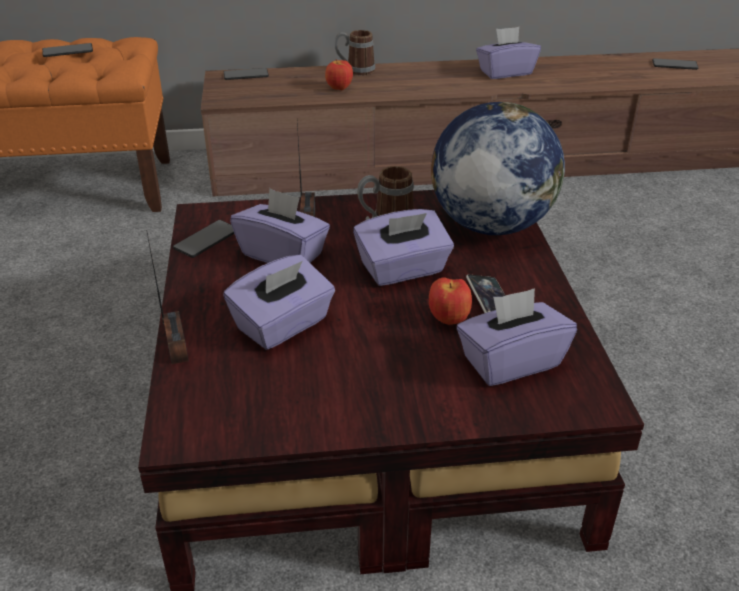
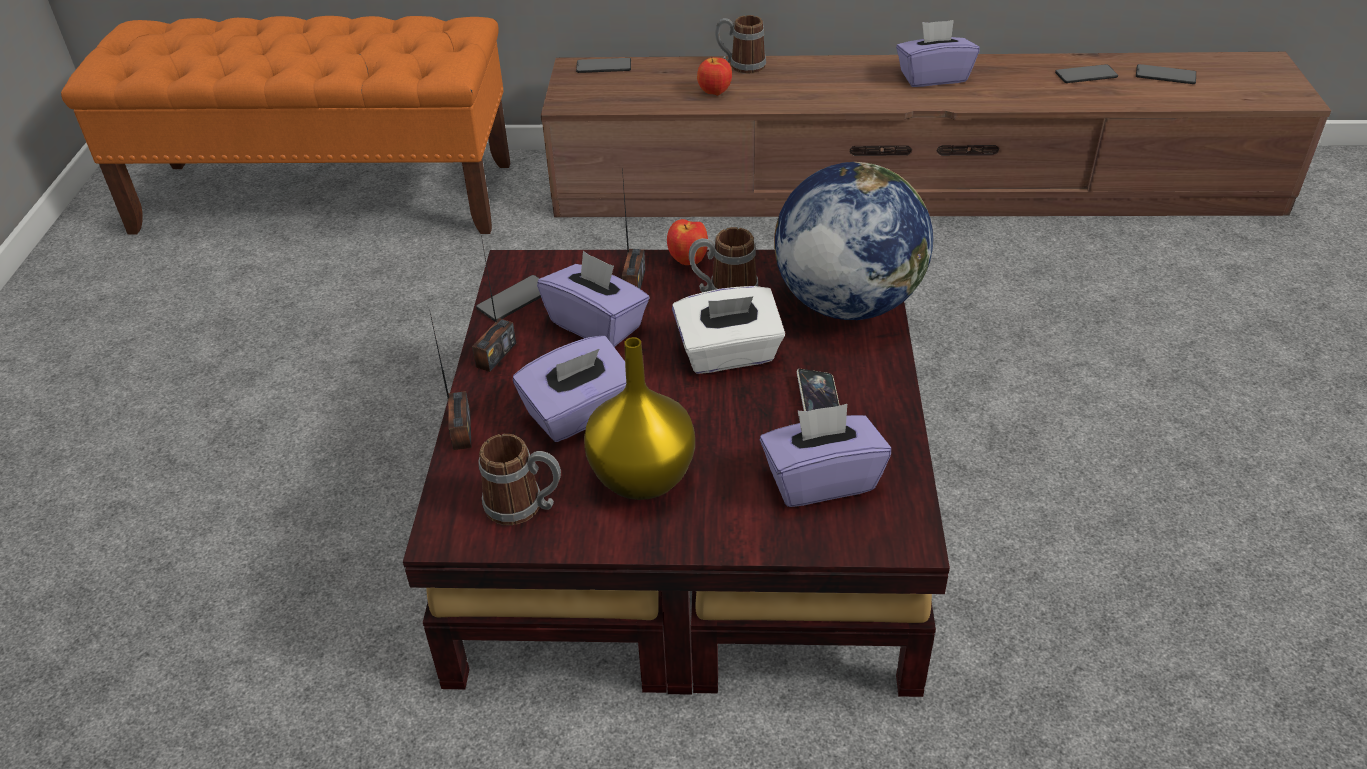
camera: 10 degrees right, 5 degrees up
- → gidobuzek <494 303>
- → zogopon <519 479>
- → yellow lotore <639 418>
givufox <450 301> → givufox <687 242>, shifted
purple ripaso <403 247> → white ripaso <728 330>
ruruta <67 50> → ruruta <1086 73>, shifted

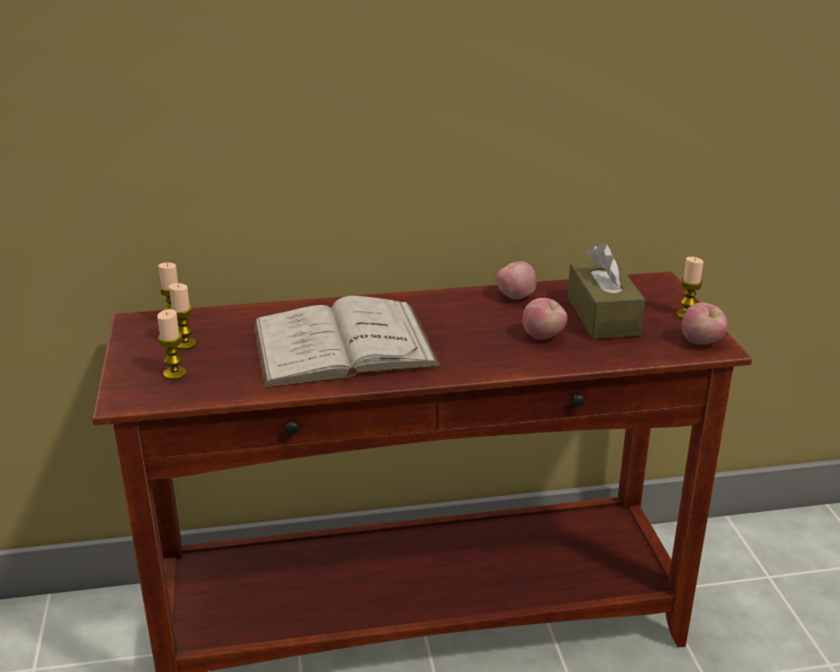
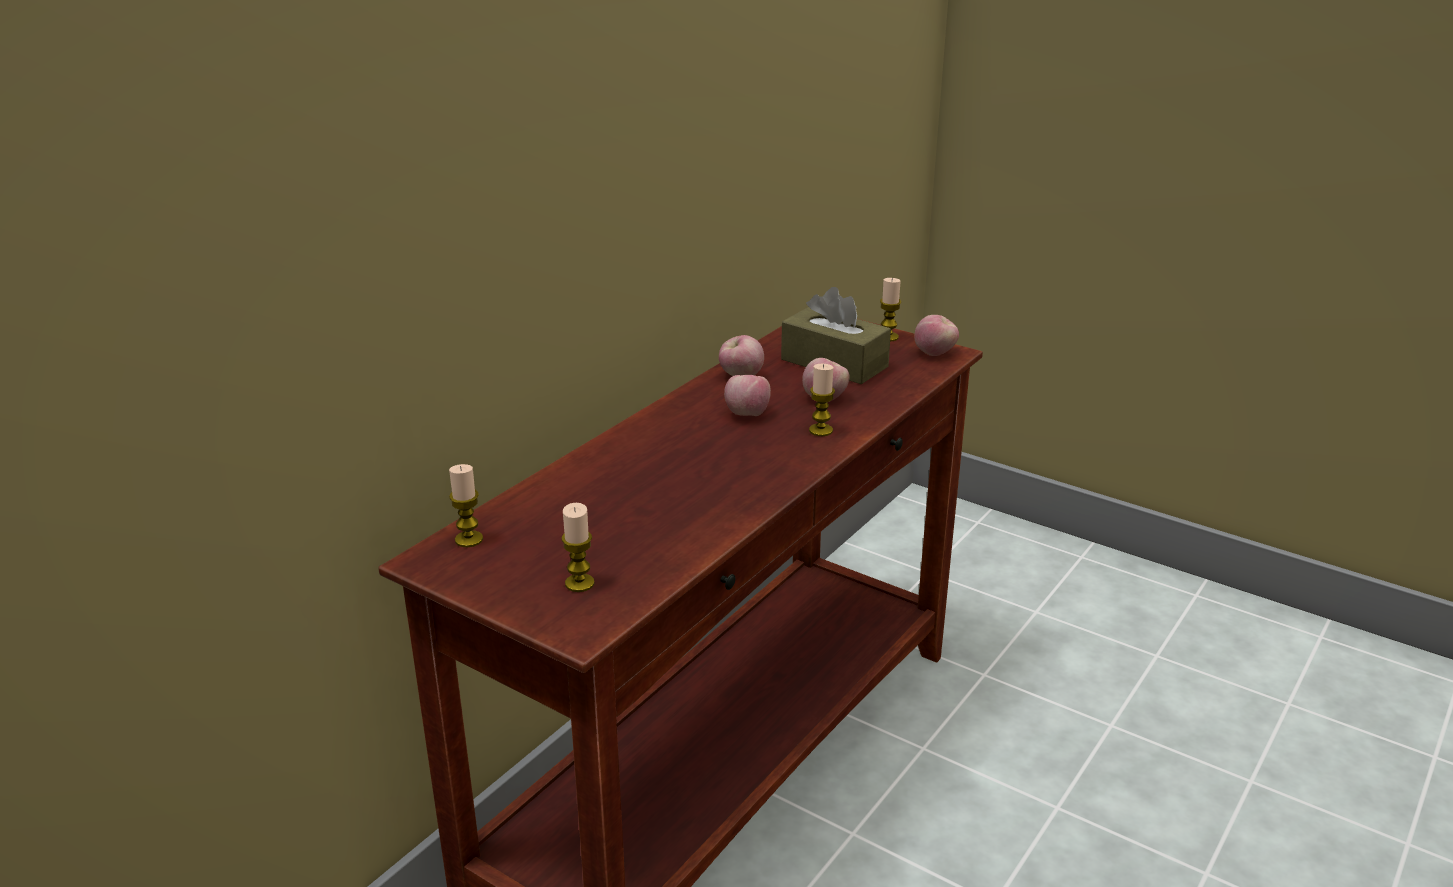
camera: 45 degrees left, 0 degrees up
- → givufox <747 395>
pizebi <182 316> → pizebi <822 400>, shifted
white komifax <347 342> → -

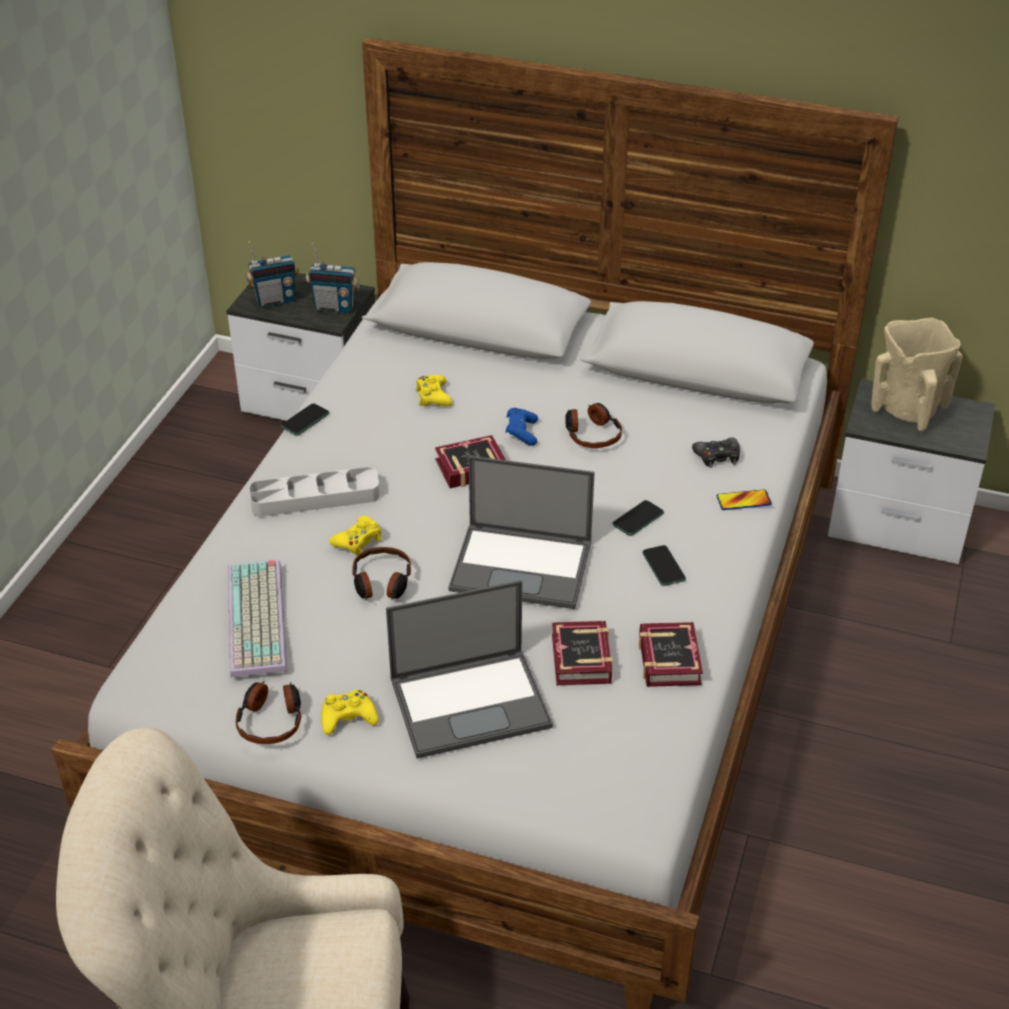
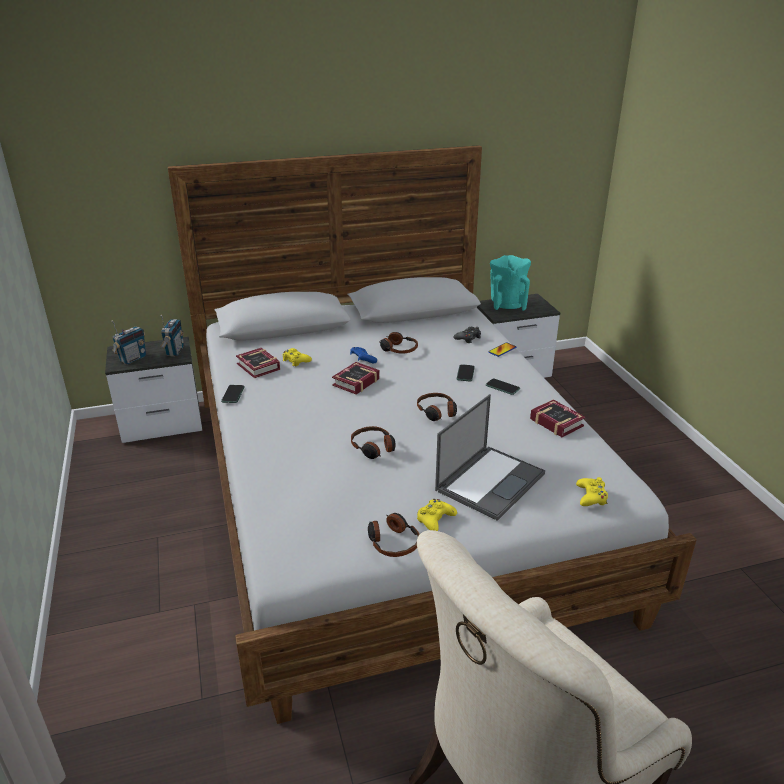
camera: 35 degrees left, 10 degrees down
gidobuzek <332 278> → gidobuzek <172 335>, 60 degrees counterclockwise
komifax <582 653> → komifax <258 363>, shifted
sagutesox <522 532> → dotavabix <437 407>
beige lotore <917 375> → turquoise lotore <510 283>
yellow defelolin <355 535> → yellow defelolin <592 491>, shifted
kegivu <257 618> → -
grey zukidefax <314 492> → -

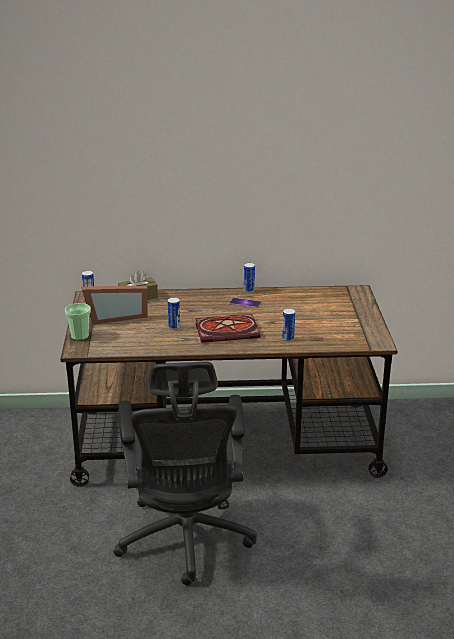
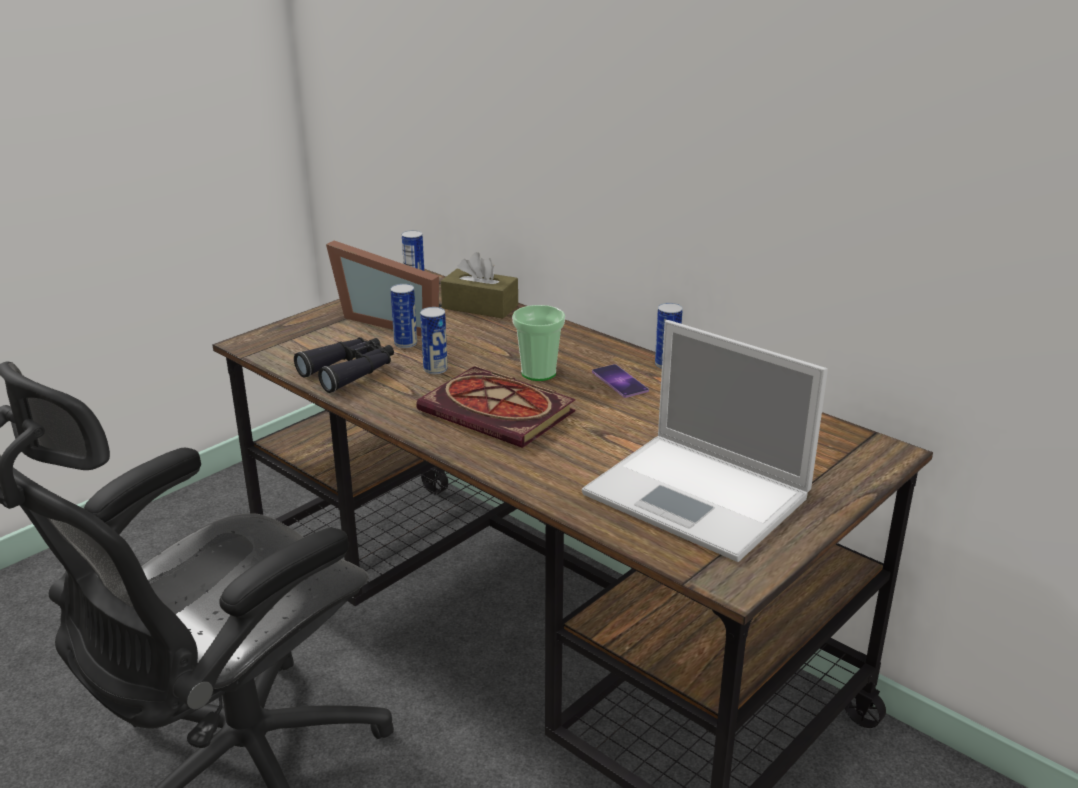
camera: 45 degrees right, 0 degrees up
- → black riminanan <344 365>
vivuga <288 325> → vivuga <403 316>, shifted
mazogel <78 322> → mazogel <538 343>, shifted
- → sagutesox <705 441>

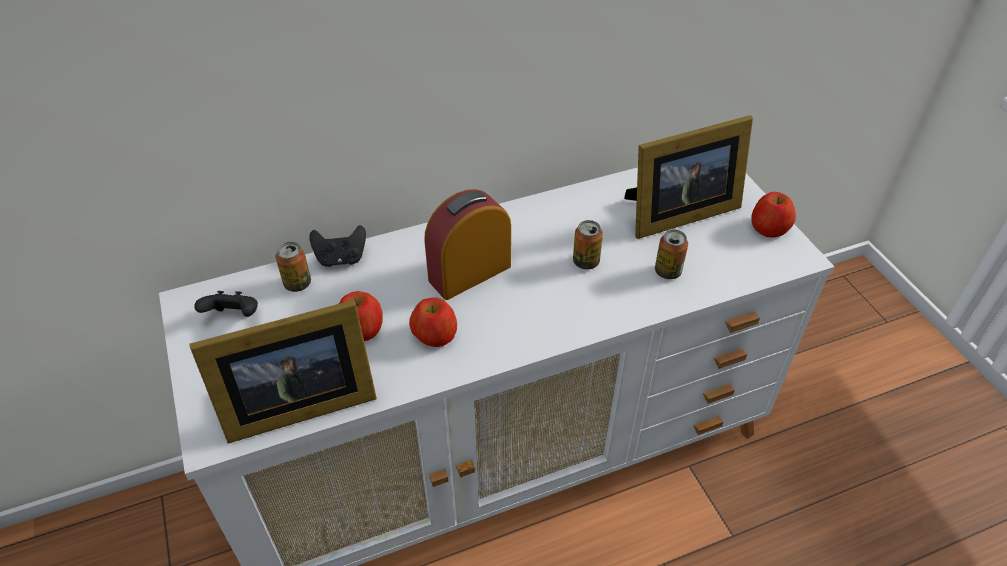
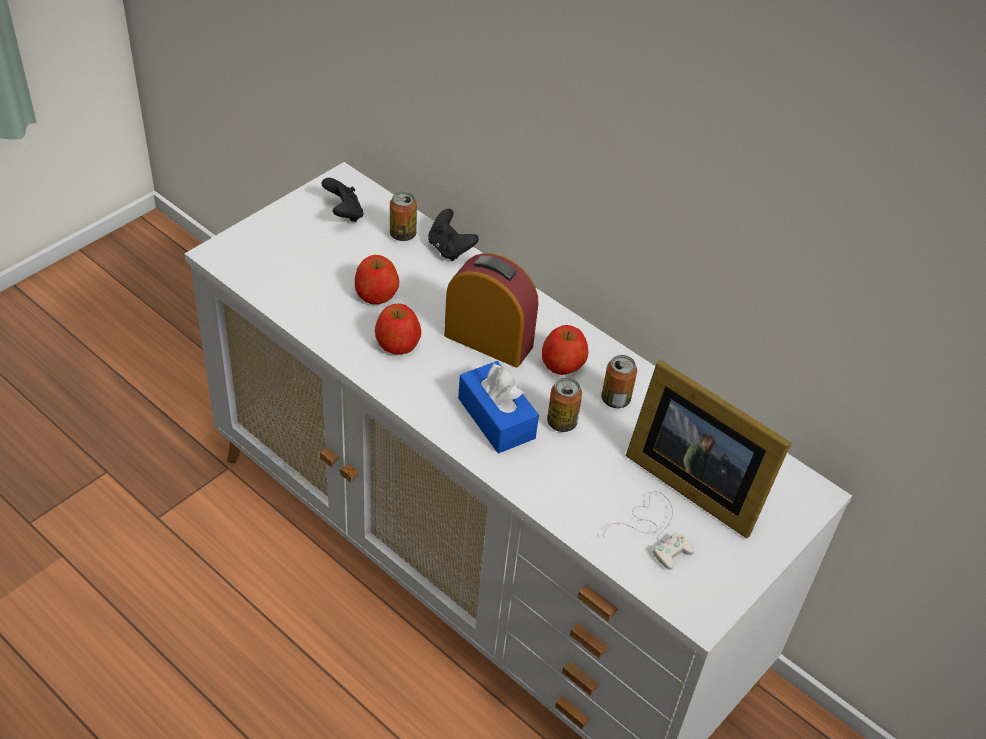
camera: 60 degrees right, 0 degrees up
- → blue ripaso <498 407>
givufox <773 215> → givufox <565 350>, shifted
vivuga <671 254> → vivuga <619 381>, shifted
- → white defelolin <649 530>
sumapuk <283 372> → -

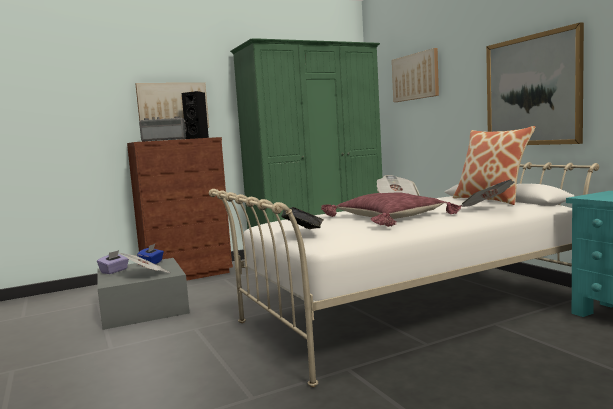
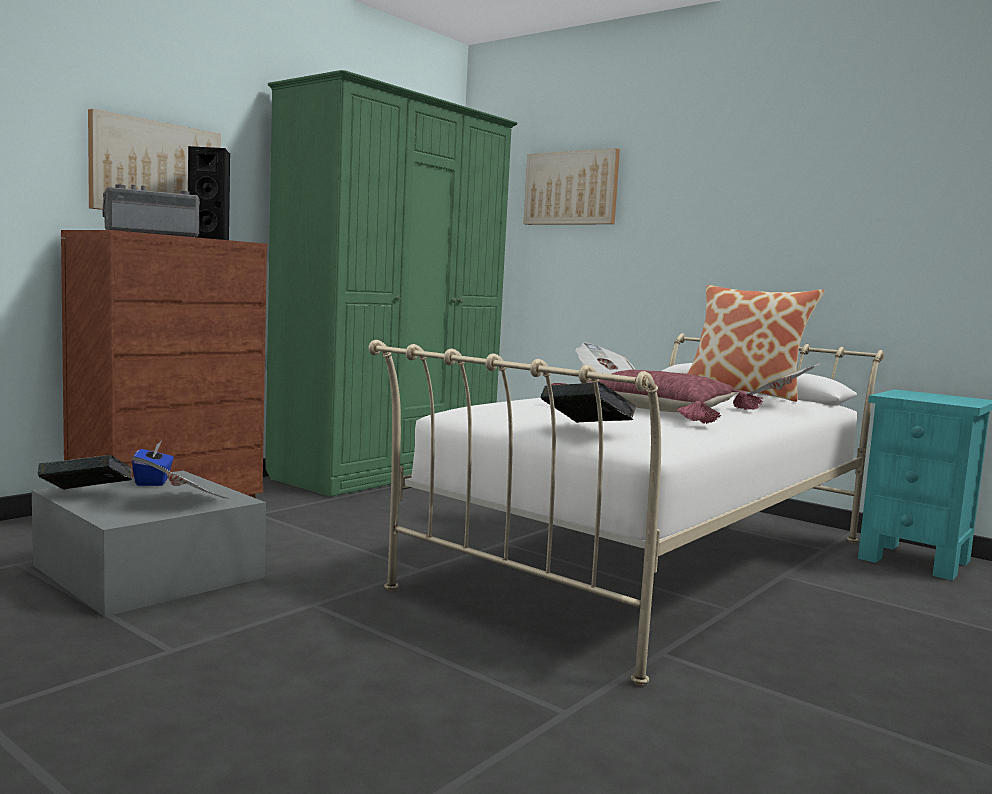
camera: 25 degrees left, 0 degrees up
purple ripaso <113 262> → komifax <85 472>
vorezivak <535 83> → -

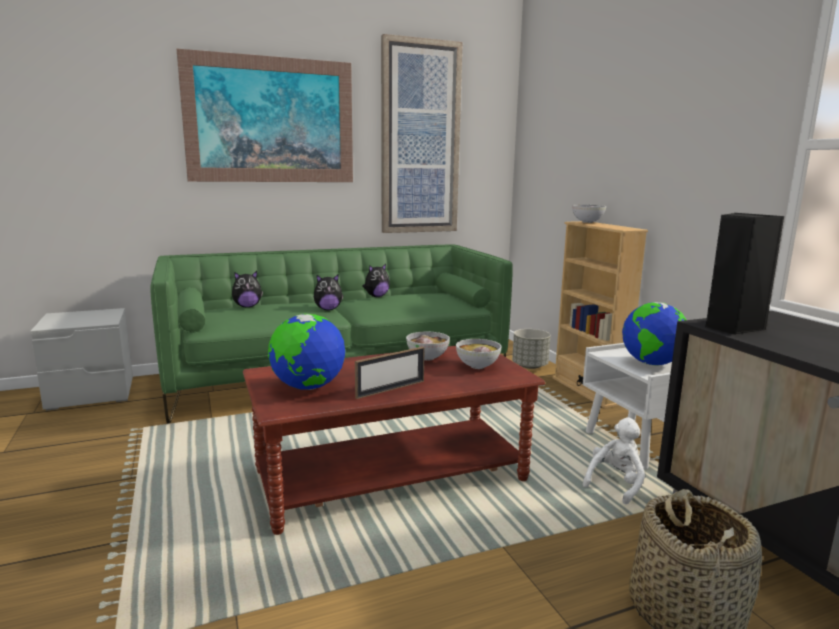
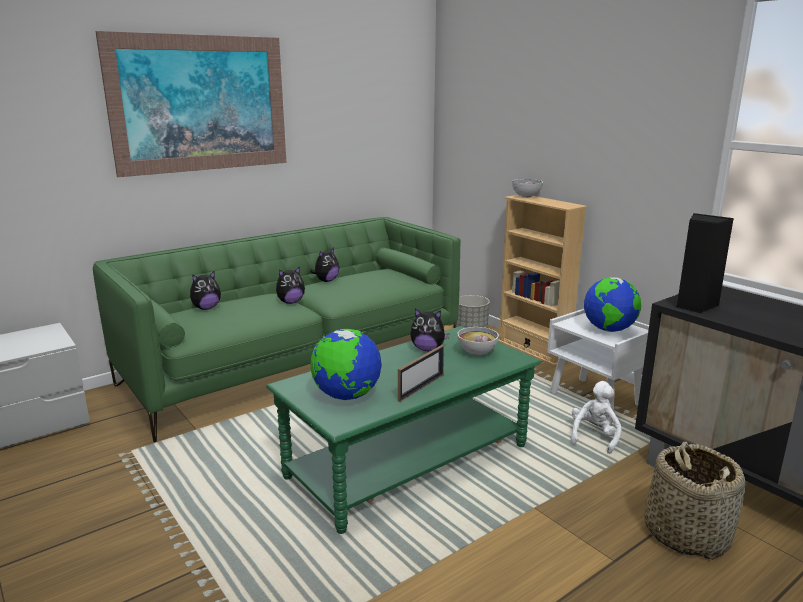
camera: 15 degrees left, 5 degrees up
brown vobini <394 440> → green vobini <403 430>
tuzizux <428 346> → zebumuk <430 330>
vorezivak <422 133> → -

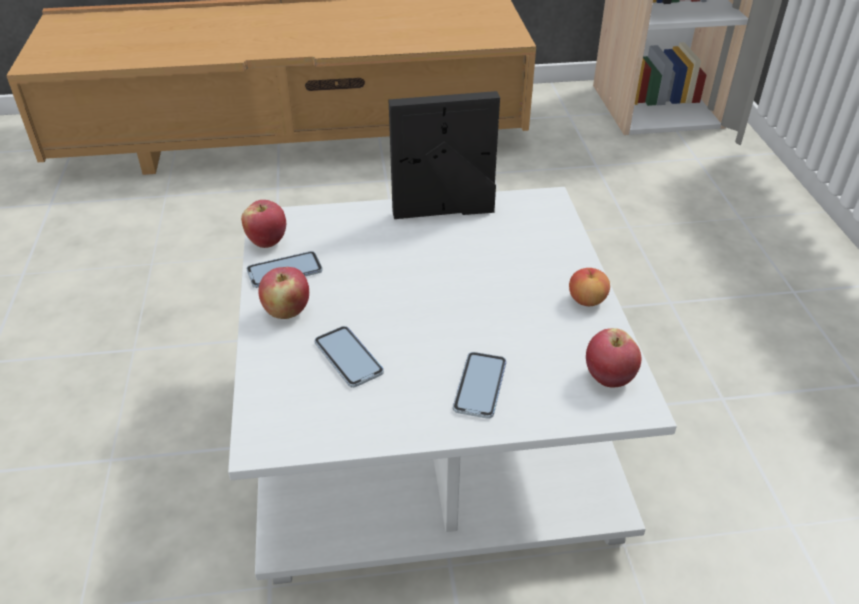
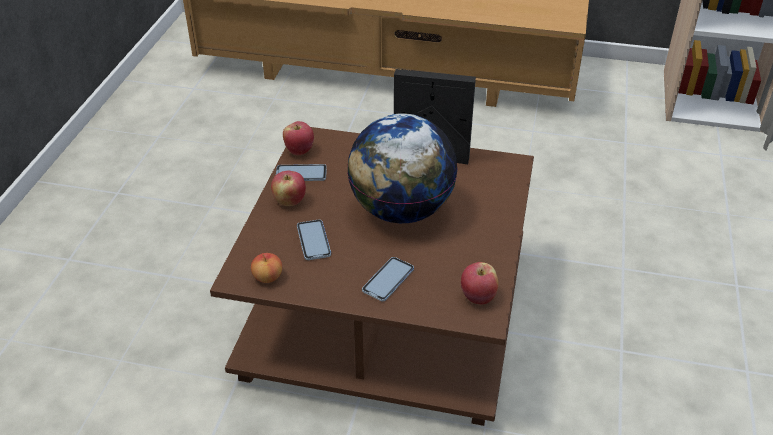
camera: 20 degrees right, 0 degrees up
white vobini <452 385> → brown vobini <372 276>
givufox <589 287> → givufox <266 268>, shifted
- → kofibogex <402 168>

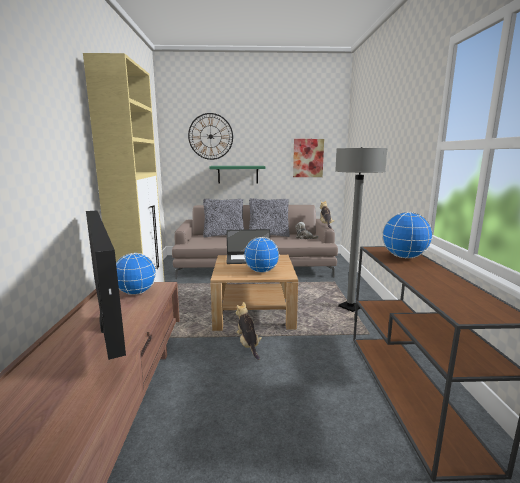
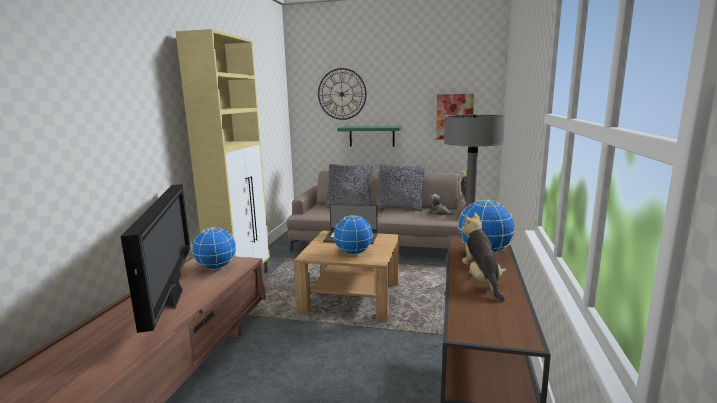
camera: 15 degrees right, 0 degrees up
zebumuk <248 331> → zebumuk <483 257>, shifted

